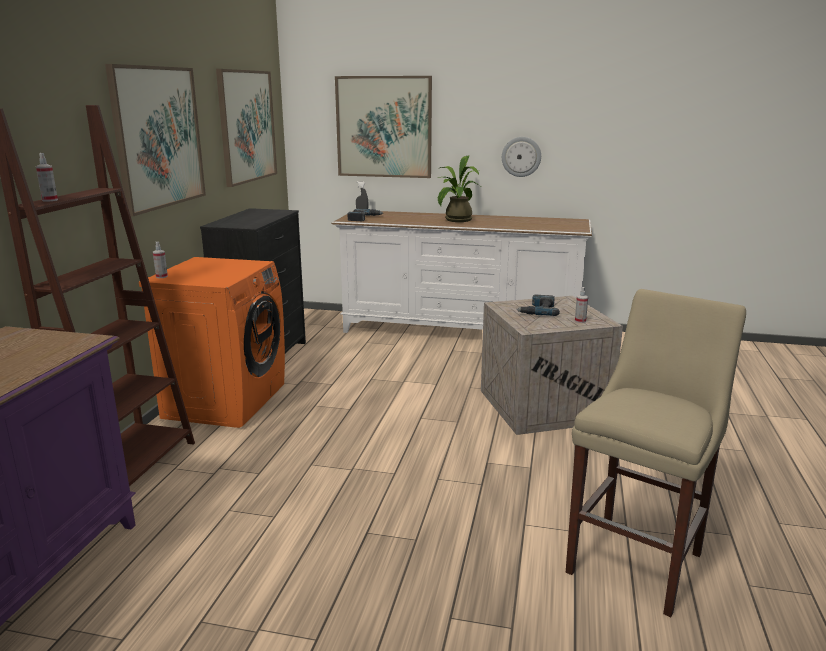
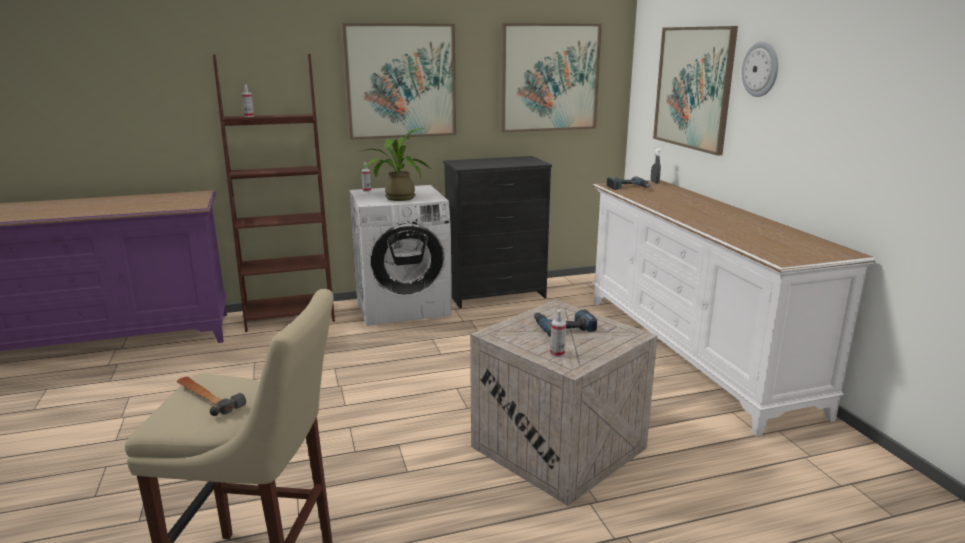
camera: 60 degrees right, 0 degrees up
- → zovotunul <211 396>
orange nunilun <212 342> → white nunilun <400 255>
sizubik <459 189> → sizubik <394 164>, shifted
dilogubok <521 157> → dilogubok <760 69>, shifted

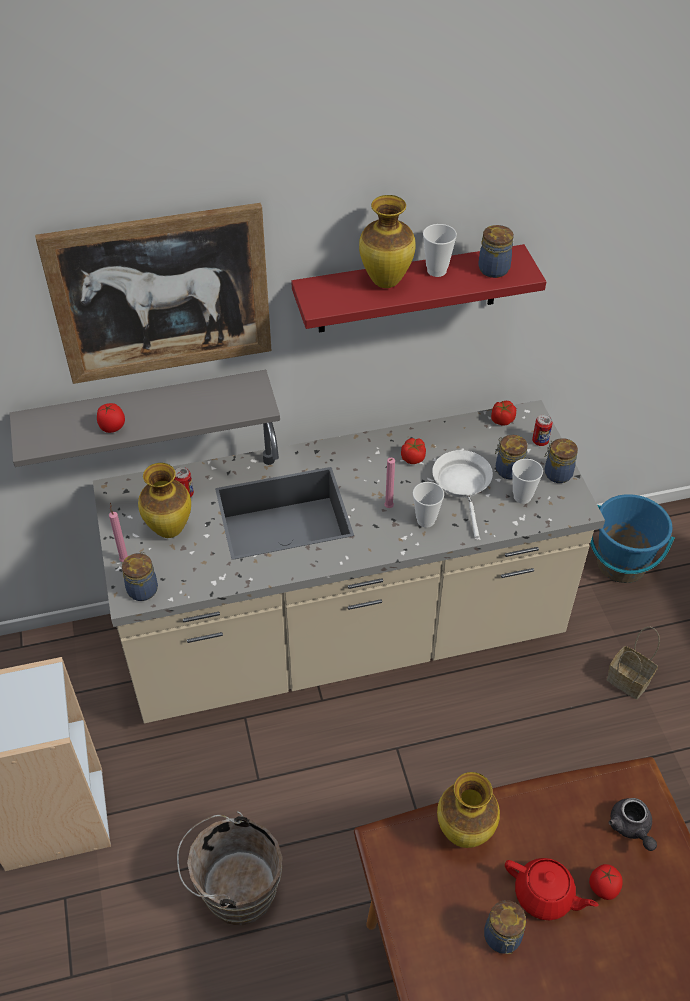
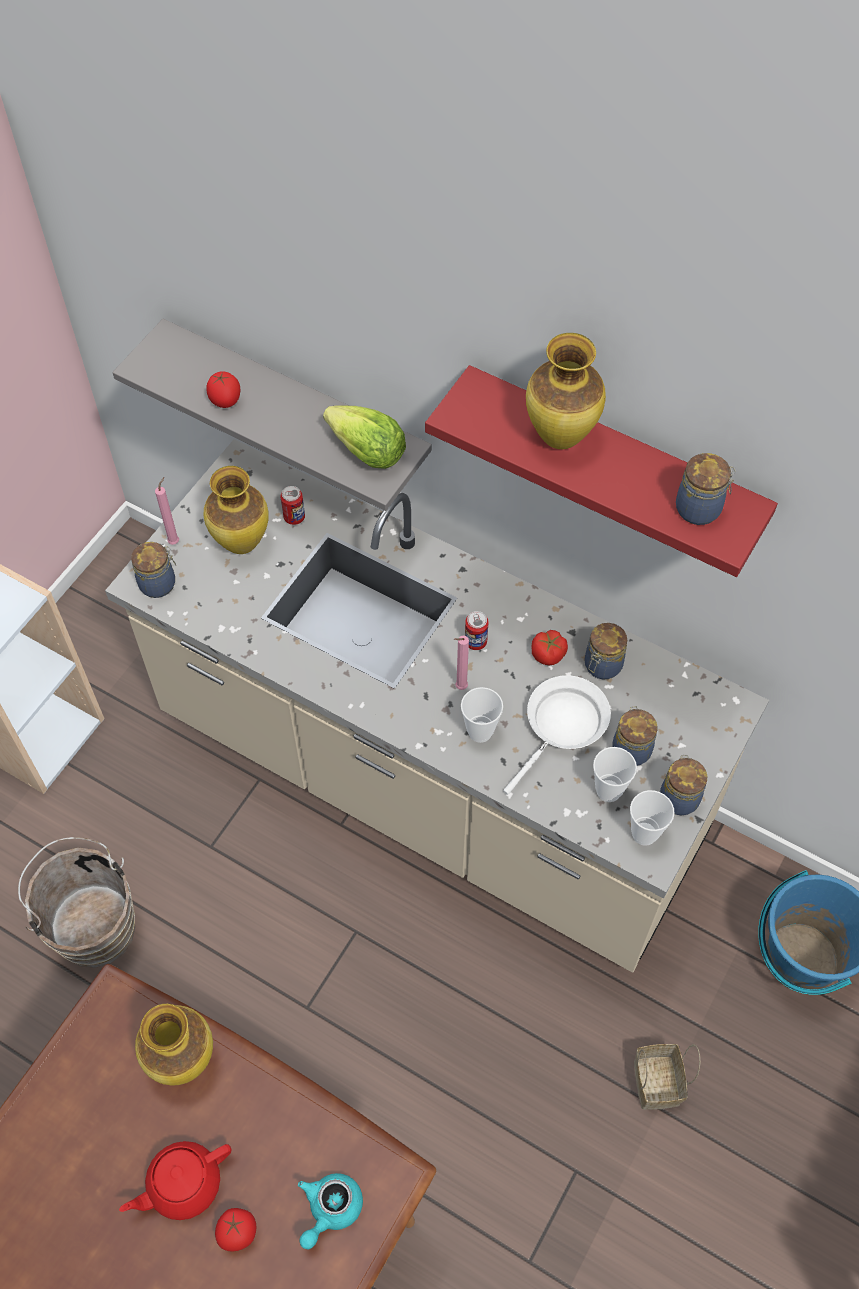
camera: 45 degrees right, 10 degrees up
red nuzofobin <552 889> → red nuzofobin <175 1180>, 75 degrees clockwise
grey nuzofobin <633 824> → turquoise nuzofobin <330 1211>
- → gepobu <364 437>
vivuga <542 430> → vivuga <477 630>, shifted
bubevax <505 927> → bubevax <605 651>, shifted
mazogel <440 250> → mazogel <652 818>, shifted
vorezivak <153 293> → -
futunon <503 413> → -

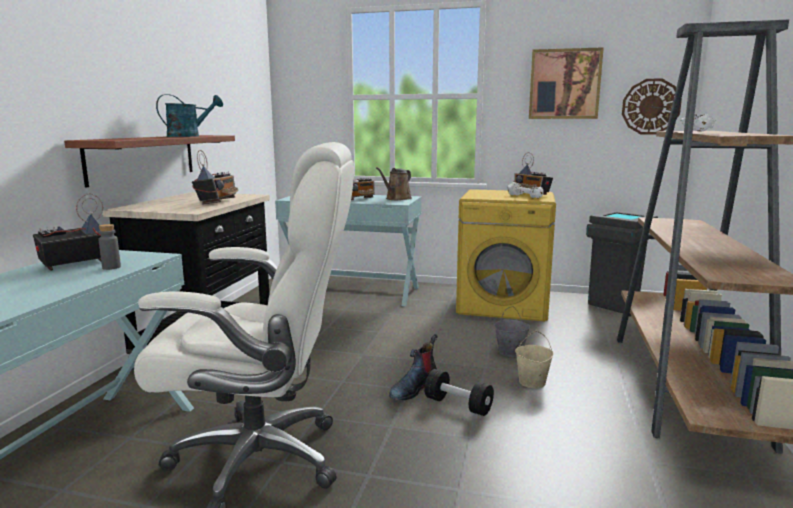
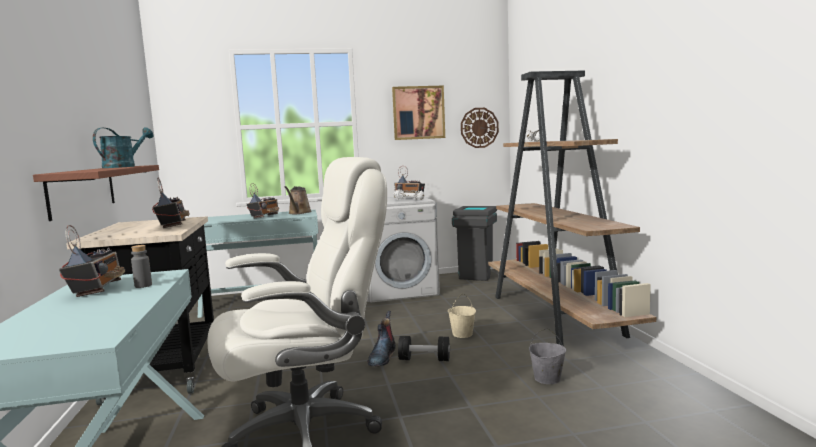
camera: 25 degrees left, 5 degrees down
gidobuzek <68 232> → gidobuzek <92 261>, 150 degrees clockwise
yellow nunilun <506 255> → white nunilun <403 250>
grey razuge <512 331> → grey razuge <547 356>, shifted

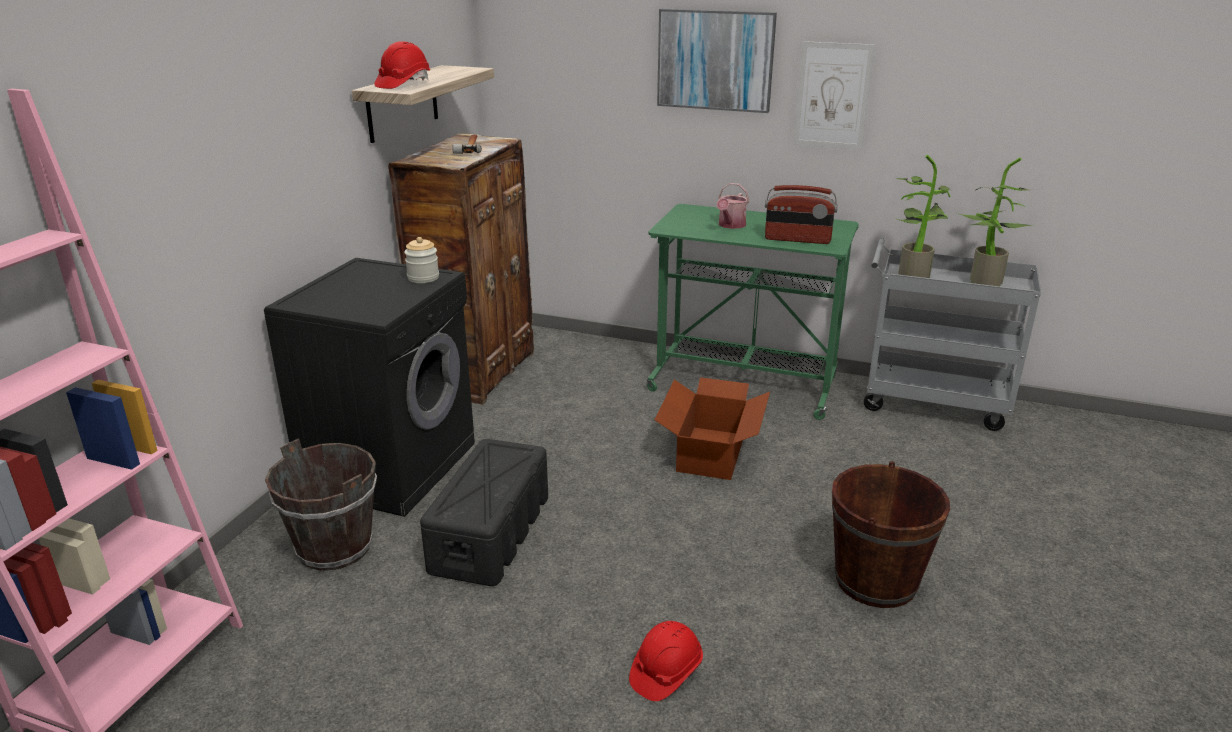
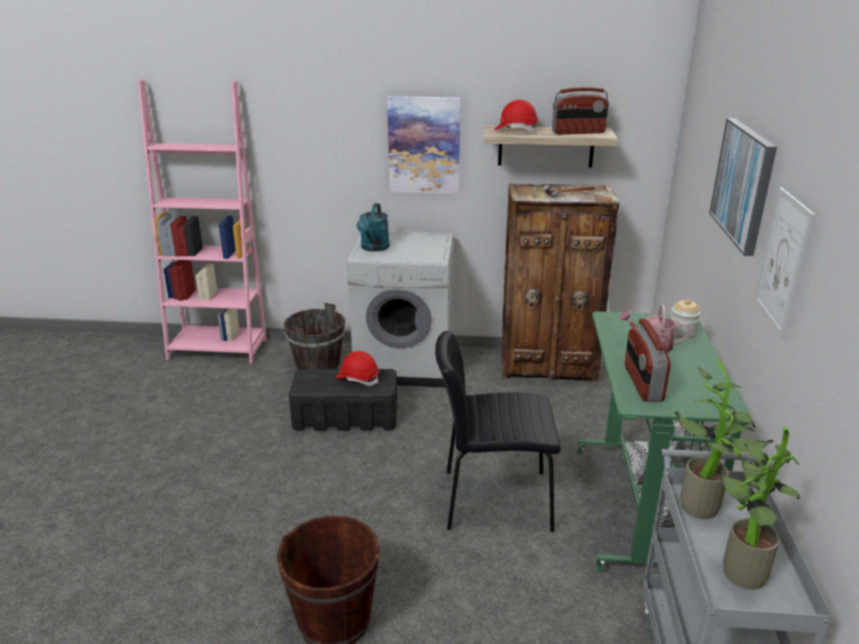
camera: 75 degrees right, 0 degrees up
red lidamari <666 661> → red lidamari <357 368>, shifted
black nunilun <369 387> → white nunilun <400 309>
- → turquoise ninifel <373 227>
- → vorezivak <424 145>
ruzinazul <712 428> → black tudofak <498 431>
- → gidobuzek <580 110>
bubevax <421 260> → bubevax <685 319>, shifted

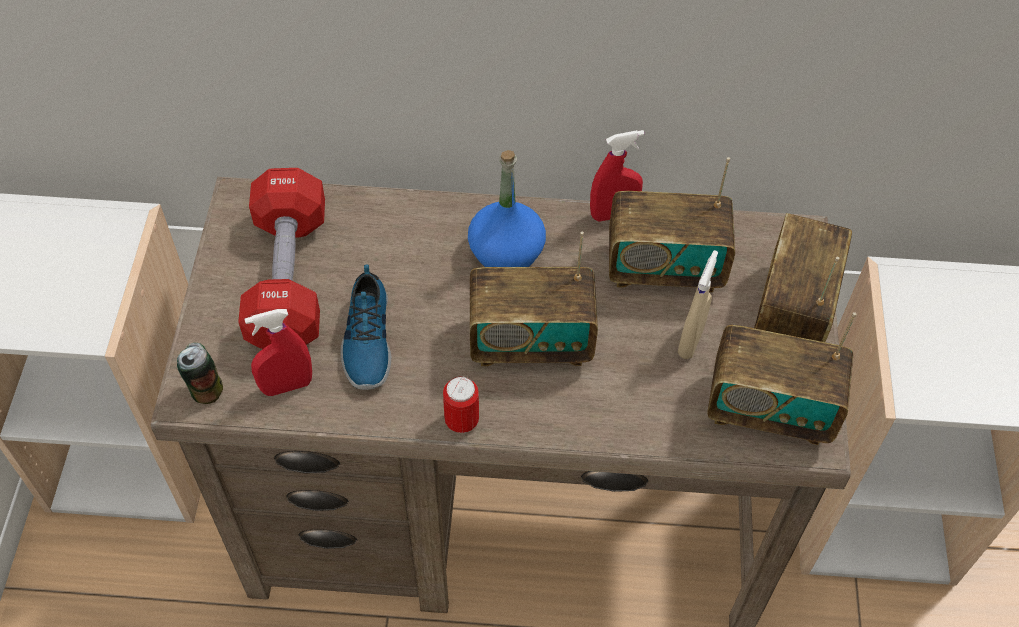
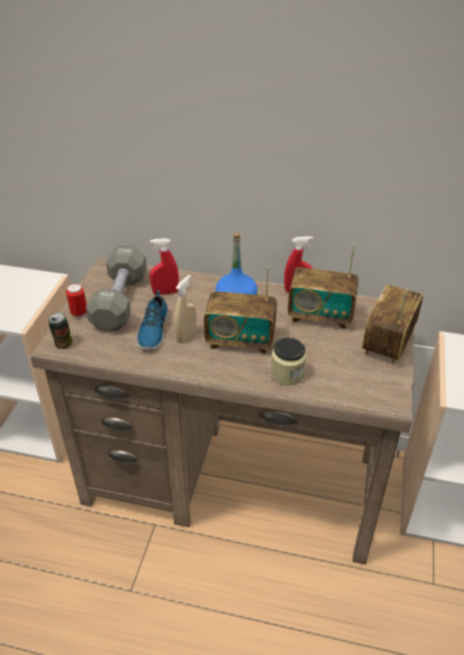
camera: 10 degrees right, 15 degrees down
vivuga <461 404> → vivuga <76 300>, shifted
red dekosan <281 258> → grey dekosan <116 288>
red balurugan <278 352> → red balurugan <164 266>, shifted
beige balurugan <698 304> → beige balurugan <185 309>, shifted
- → bubevax <288 361>
gidobuzek <782 378> → -

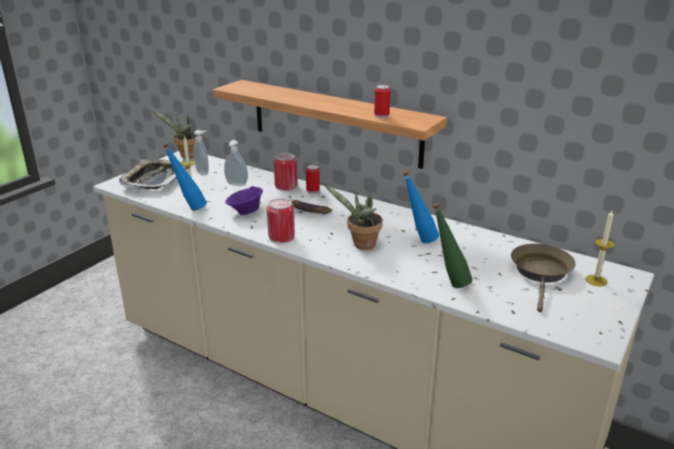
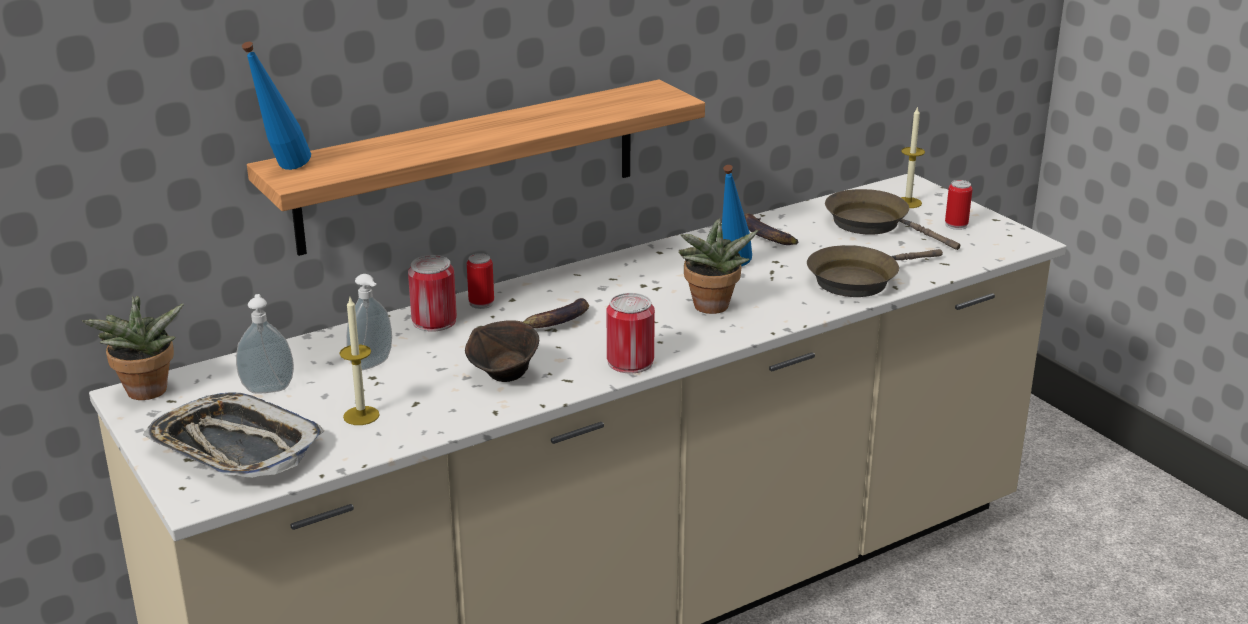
camera: 65 degrees left, 0 degrees up
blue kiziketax <184 177> → blue kiziketax <276 106>, shifted
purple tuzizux <244 200> → brown tuzizux <502 351>
- → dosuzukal <771 229>
green kiziketax <452 245> → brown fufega <875 271>
vivuga <382 101> → vivuga <958 205>, shifted

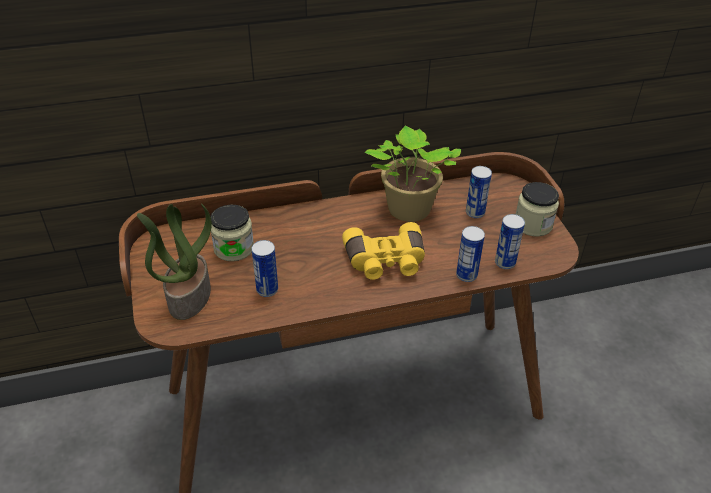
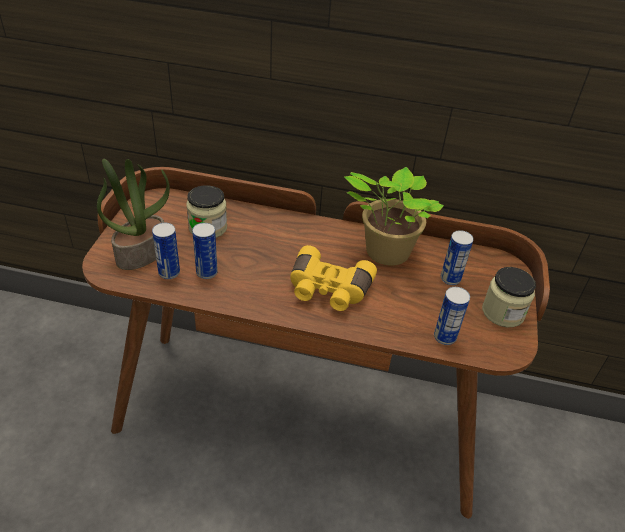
camera: 25 degrees right, 0 degrees up
vivuga <470 254> → vivuga <166 251>, shifted

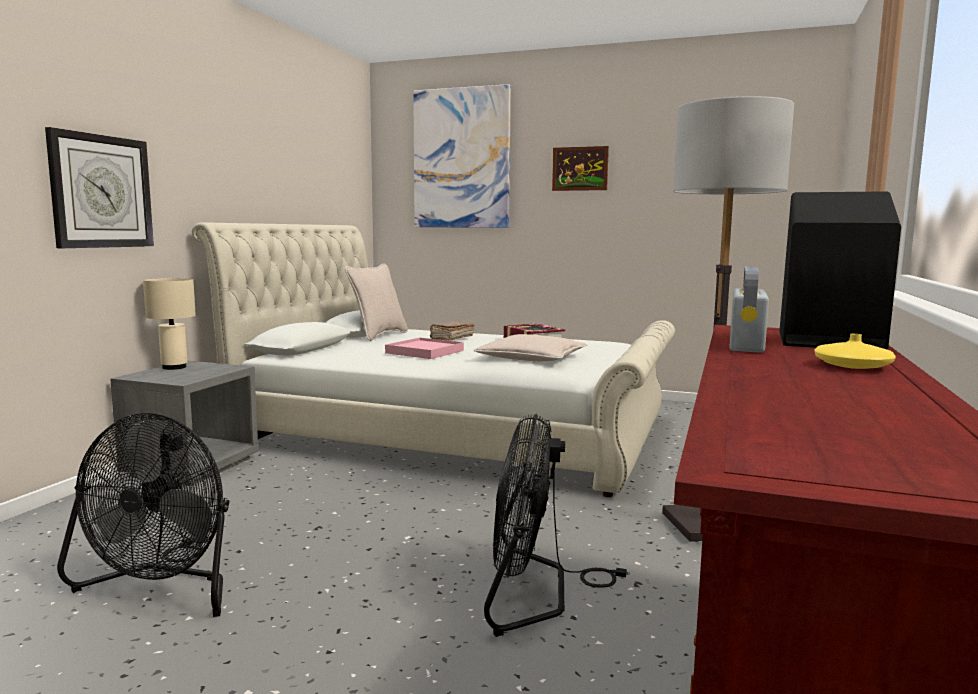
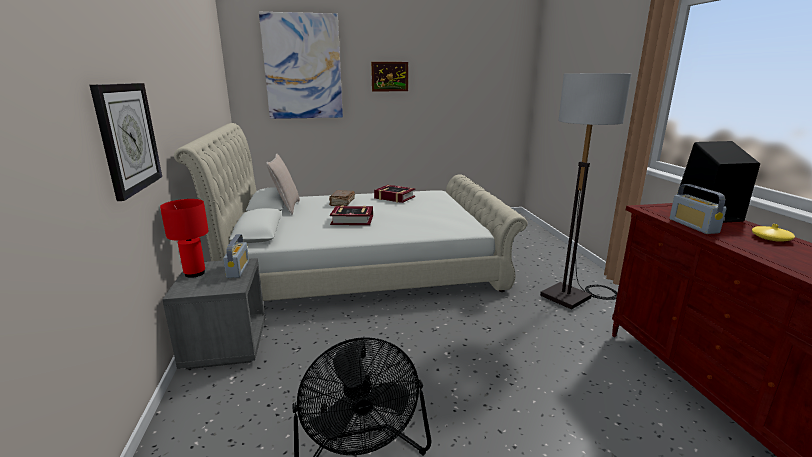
camera: 30 degrees left, 10 degrees up
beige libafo <169 324> → red libafo <184 238>
- → gidobuzek <236 256>
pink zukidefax <424 348> → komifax <351 215>
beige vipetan <530 348> → -
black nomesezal <557 525> → -

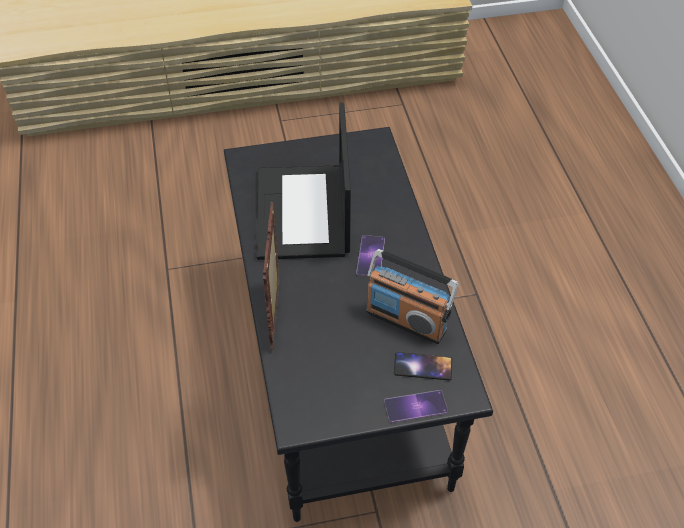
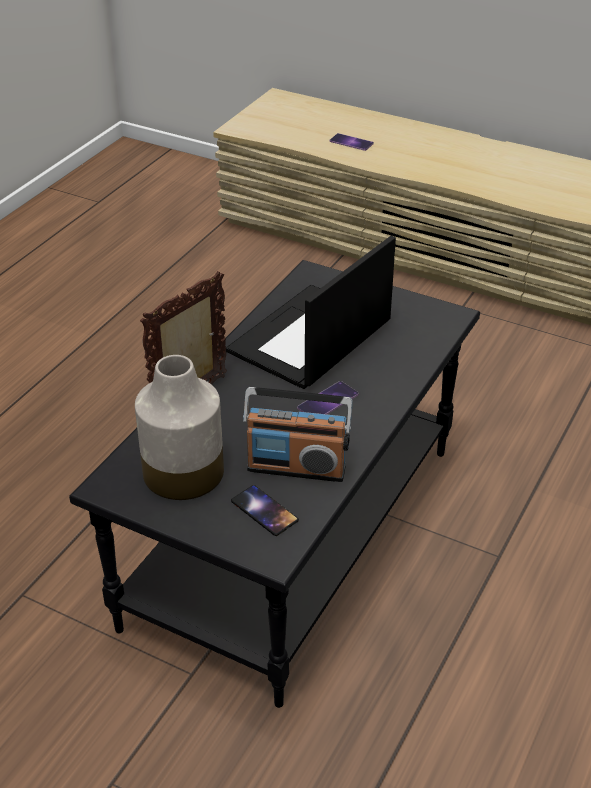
camera: 40 degrees right, 10 degrees down
- → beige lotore <179 427>
gidobuzek <412 296> → gidobuzek <298 434>, 60 degrees counterclockwise
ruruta <416 406> → ruruta <352 142>, shifted

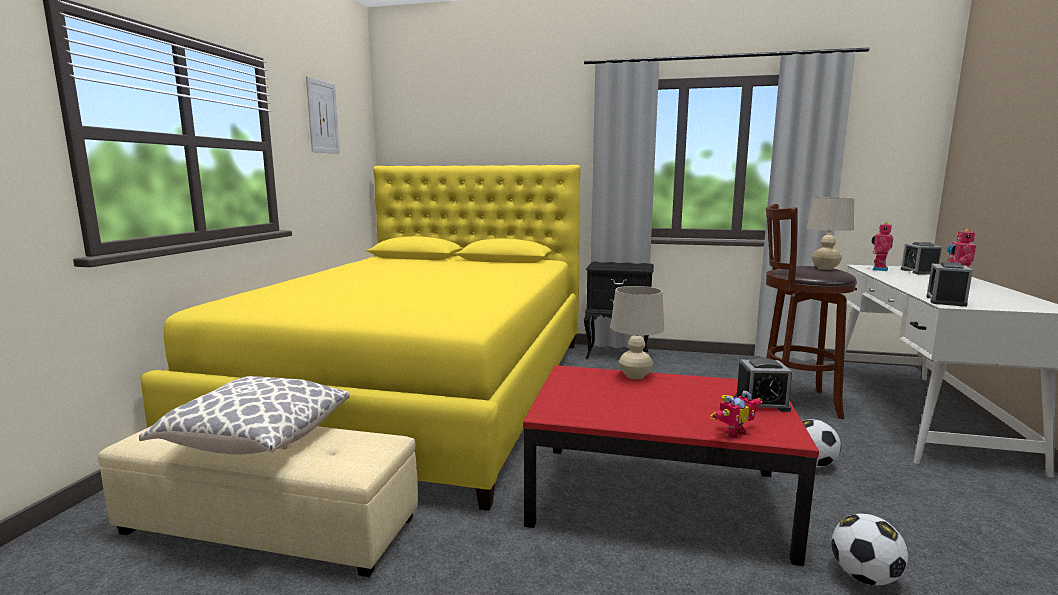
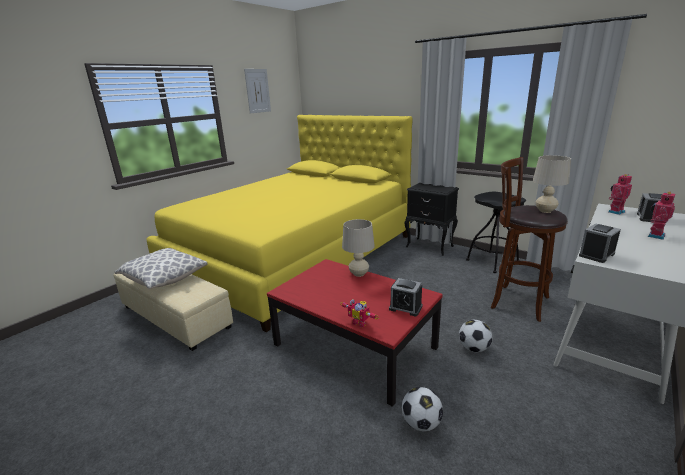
camera: 25 degrees right, 10 degrees up
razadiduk <736 415> → razadiduk <359 313>, 45 degrees clockwise
- → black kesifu <496 232>

